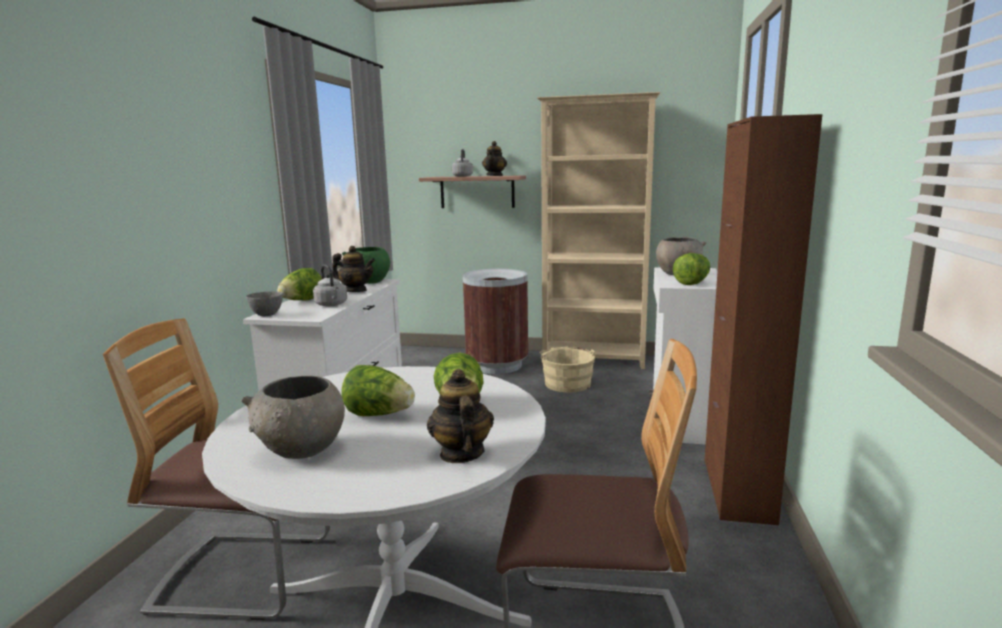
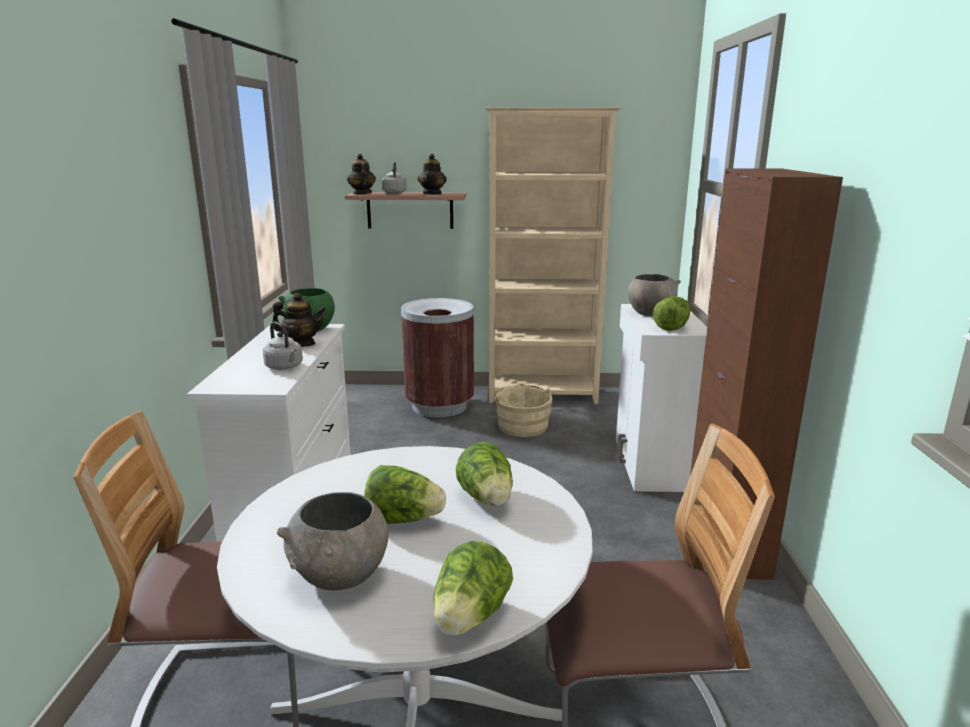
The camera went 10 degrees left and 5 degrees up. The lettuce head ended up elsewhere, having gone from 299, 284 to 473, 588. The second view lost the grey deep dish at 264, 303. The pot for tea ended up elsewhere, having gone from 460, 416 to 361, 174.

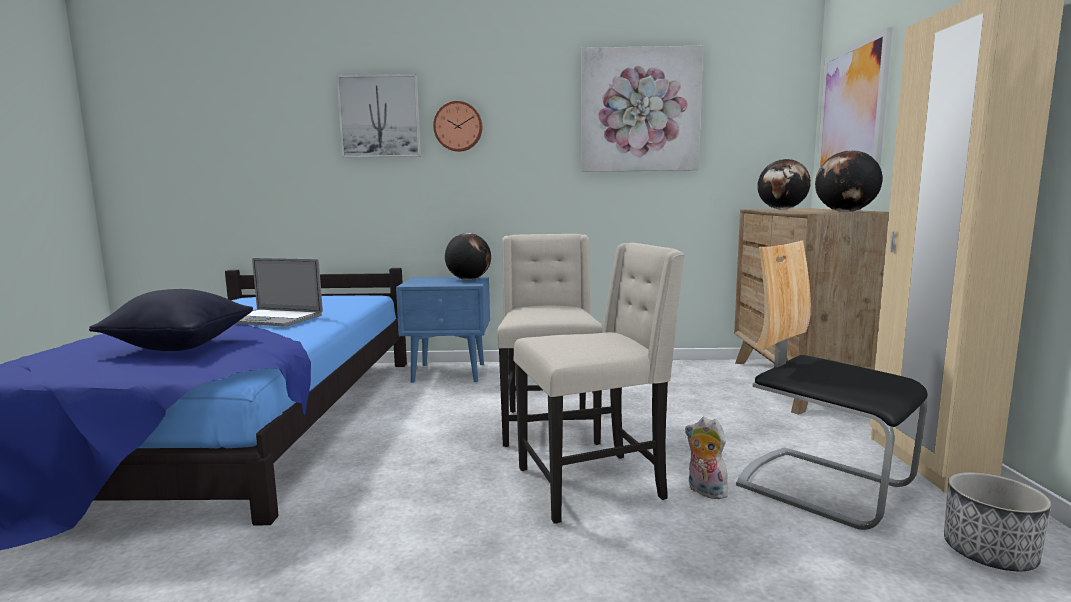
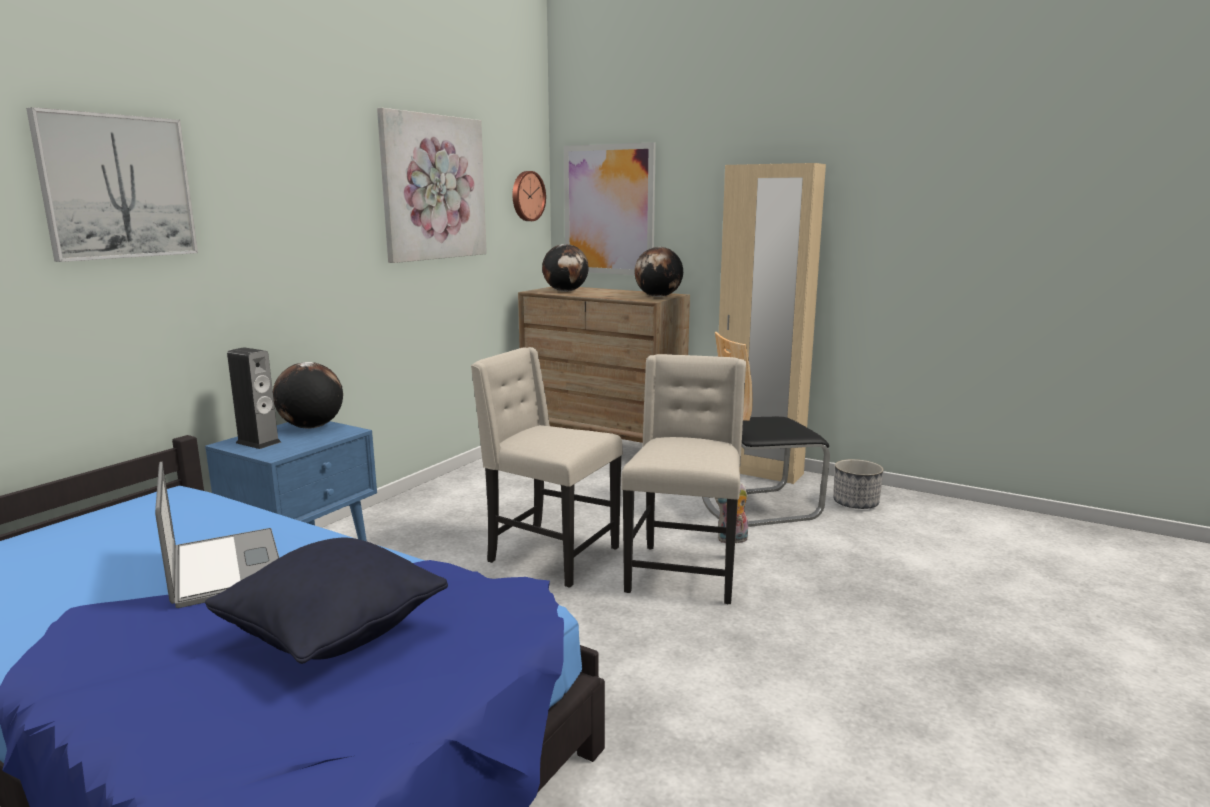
The camera went 60 degrees left and 5 degrees up. The wall clock ended up elsewhere, having gone from 457, 126 to 529, 196. The portable computer at 279, 292 ended up facing another way, 75 degrees counterclockwise from before. The second view gained the speaker at 254, 398.

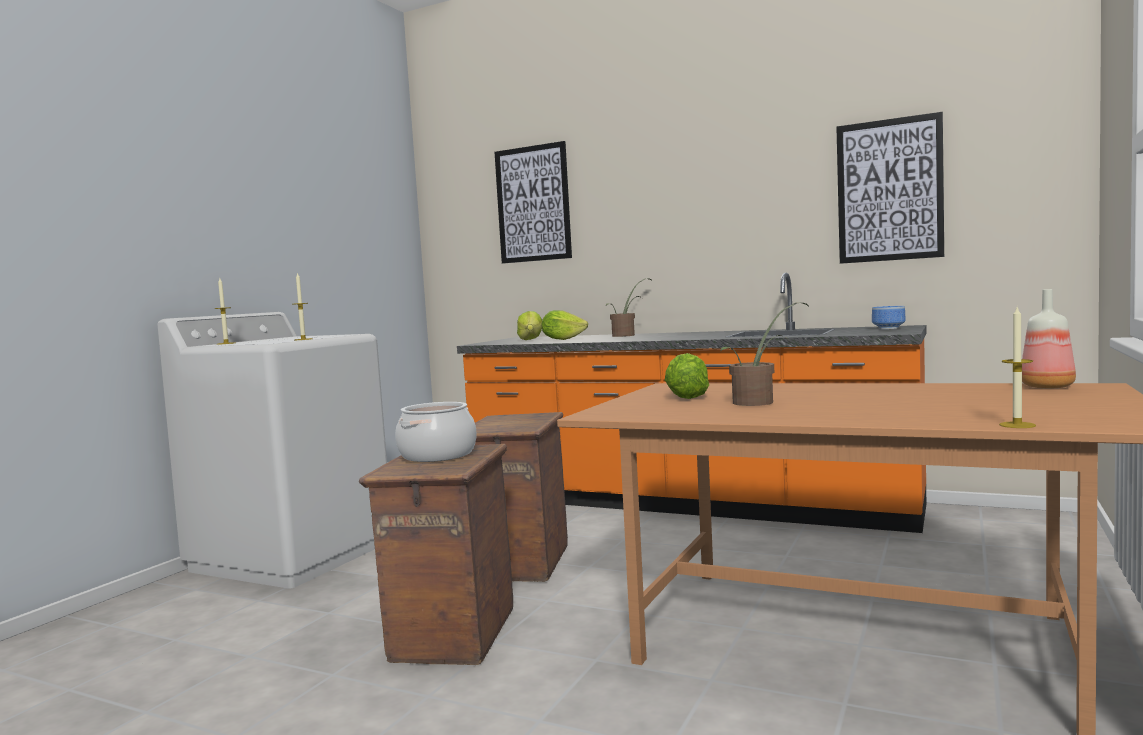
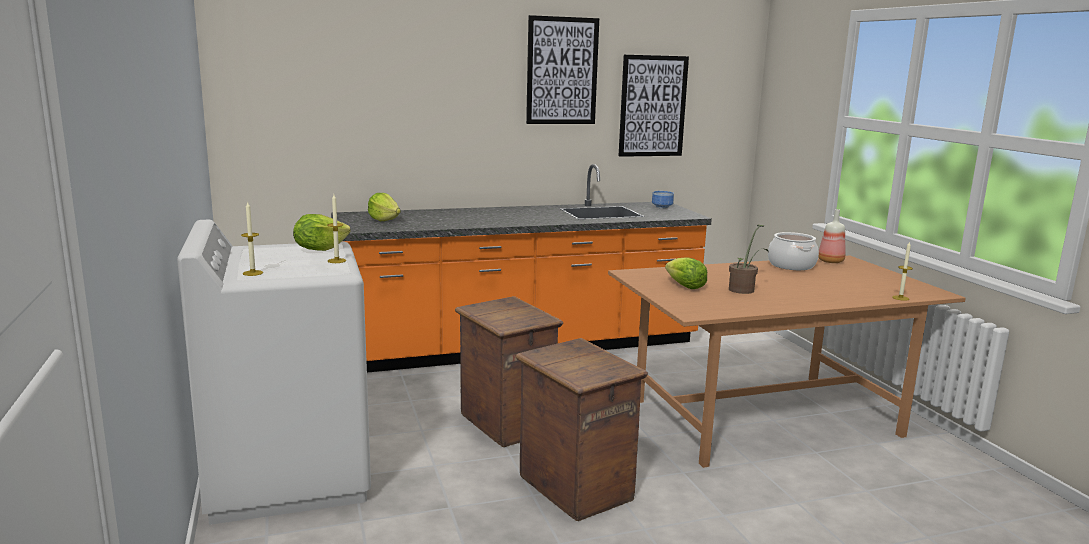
The camera went 45 degrees left and 10 degrees up. The picture ended up elsewhere, having gone from 533, 202 to 562, 69. The second view lost the plant in a pot at 629, 308. The lettuce head ended up elsewhere, having gone from 565, 325 to 322, 232. The saucepot ended up elsewhere, having gone from 436, 432 to 793, 251.

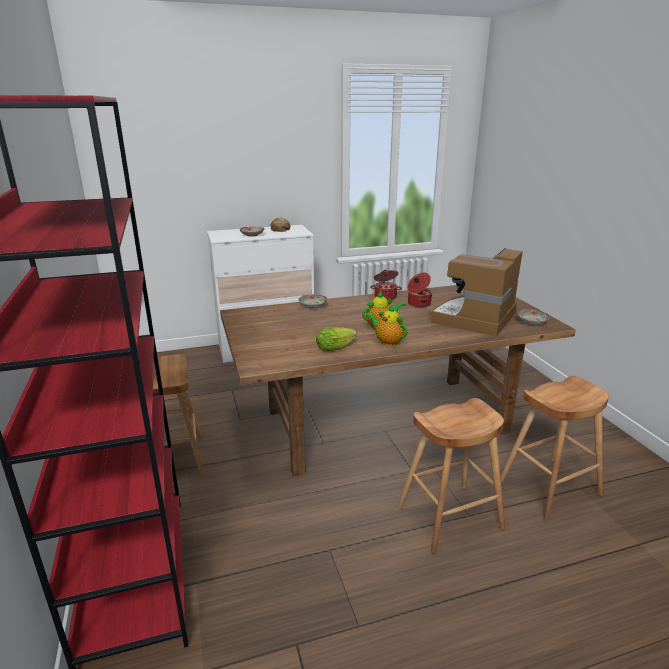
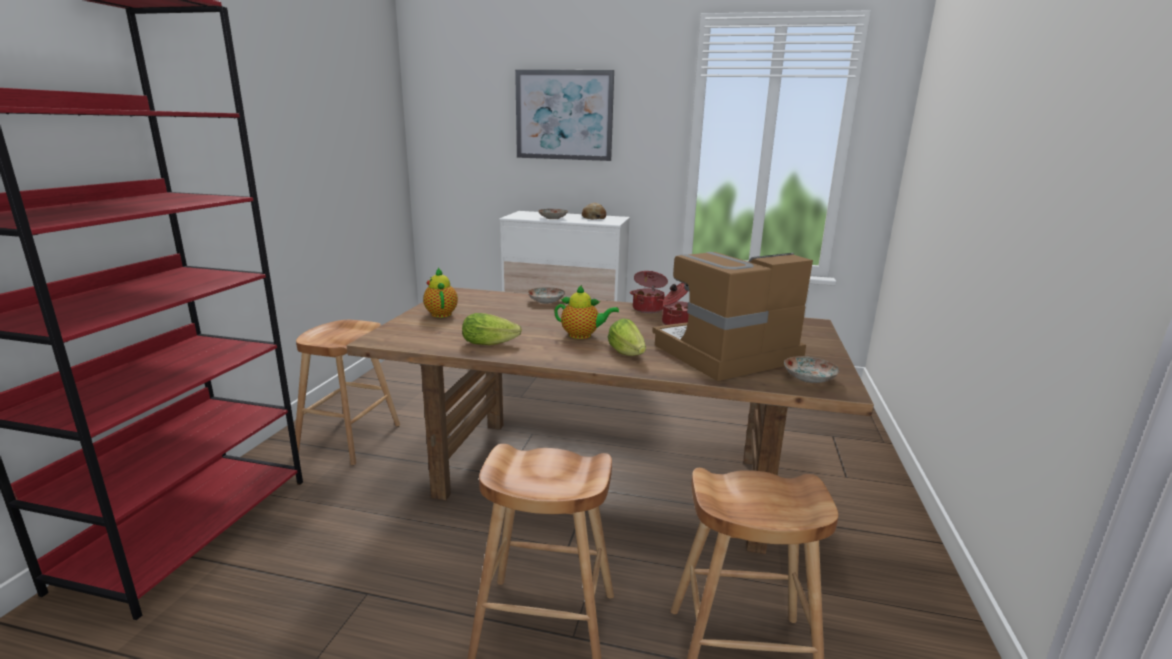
The camera went 30 degrees right and 5 degrees down. The pot for tea ended up elsewhere, having gone from 387, 325 to 440, 293. The second view gained the picture at 564, 115. The second view gained the lettuce head at 627, 337.

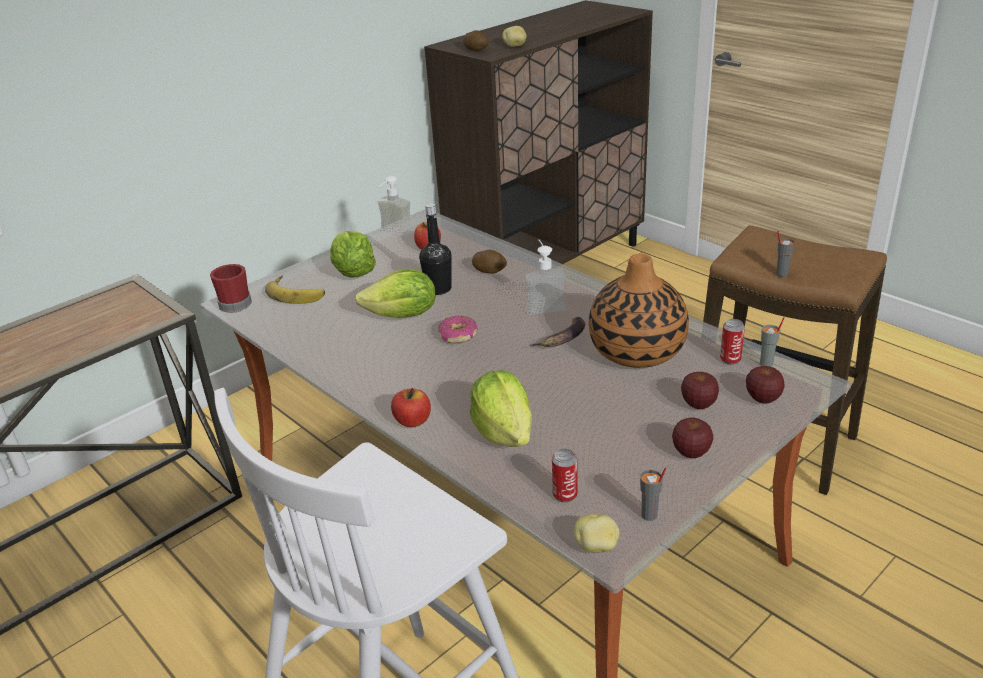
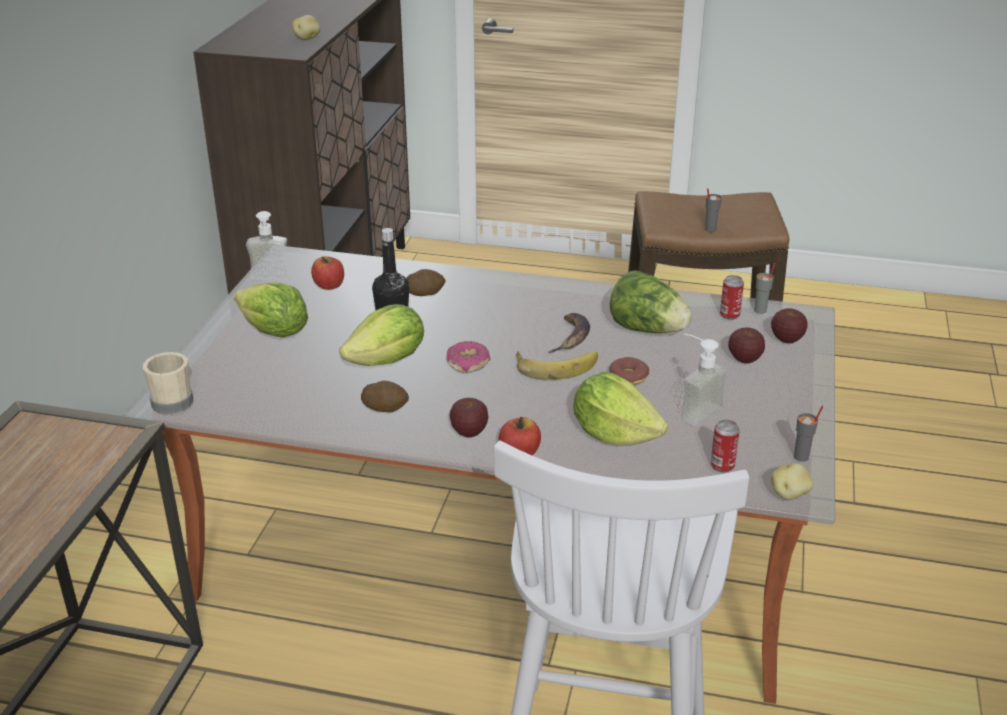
The camera went 35 degrees left and 0 degrees up. The potato ended up elsewhere, having gone from 476, 40 to 385, 396. The soap bottle ended up elsewhere, having gone from 545, 277 to 704, 380. Where the decorative vase stood at 639, 311, the lettuce head came to stand at 651, 301. What was the red-coloured coffee mug at 231, 288 turned into the beige coffee mug at 168, 383. The banana fruit ended up elsewhere, having gone from 295, 289 to 557, 365. The whole apple ended up elsewhere, having gone from 692, 438 to 469, 417. The second view gained the donut at 629, 371.

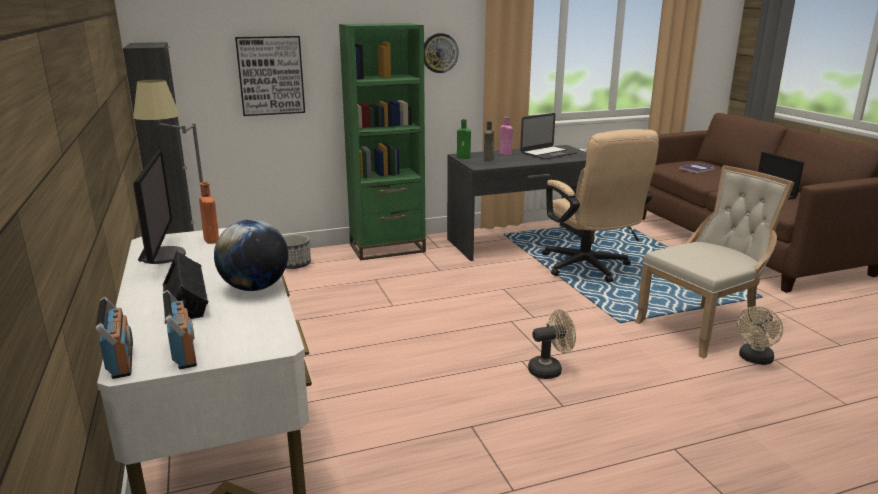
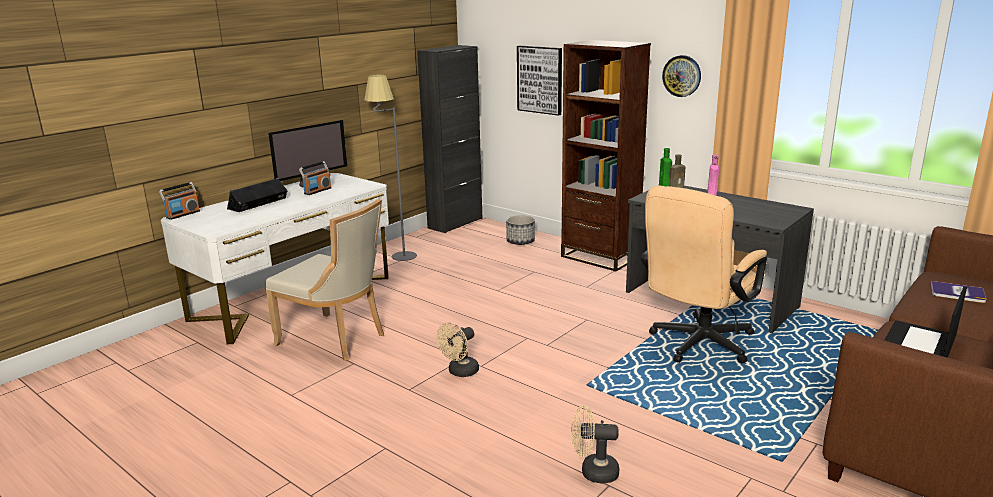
The camera went 60 degrees right and 0 degrees up. What was the green-coloured bookcase at 382, 141 turned into the brown-coloured bookcase at 606, 155. The second view lost the portable computer at 549, 136. The beige plain chair ended up elsewhere, having gone from 715, 262 to 325, 280. The second view lost the orangey bottle at 209, 213. The second view lost the globe at 251, 255. The radio receiver ended up elsewhere, having gone from 180, 329 to 315, 178. The beige electric fan at 552, 344 ended up facing another way, 90 degrees clockwise from before.

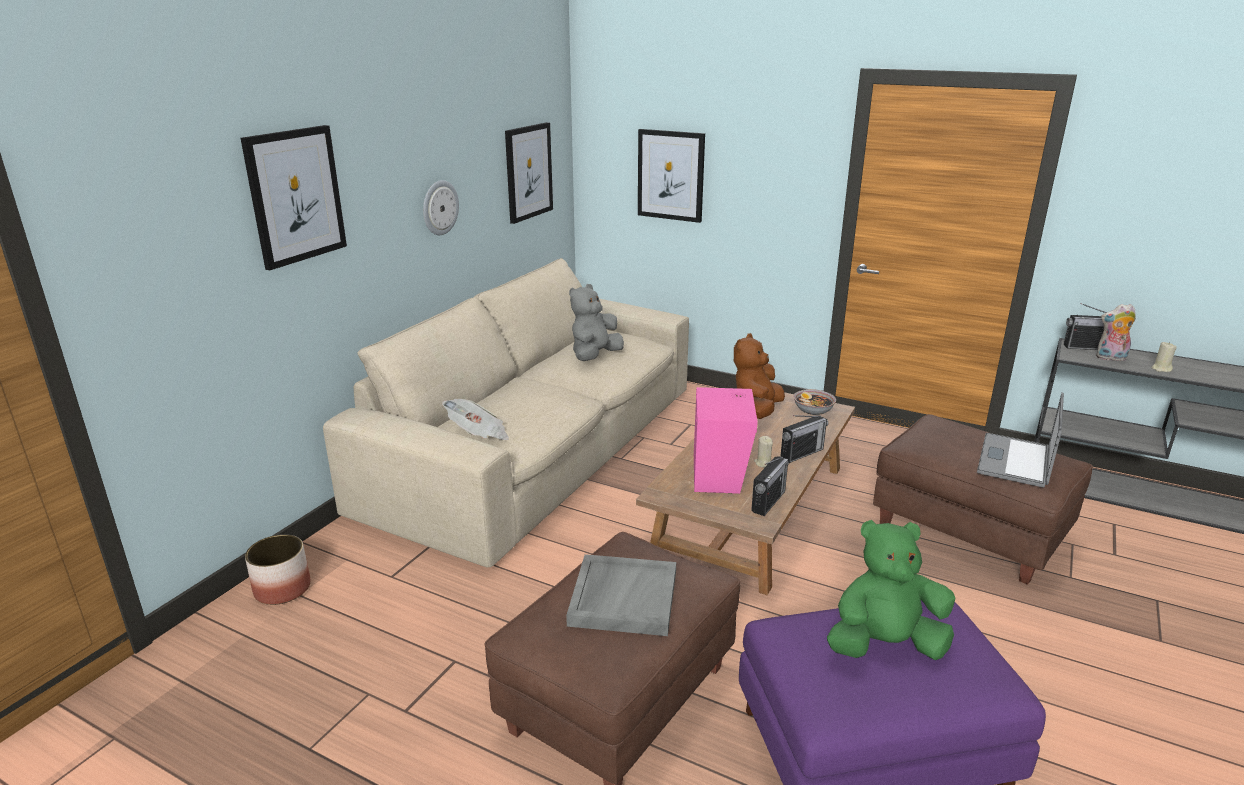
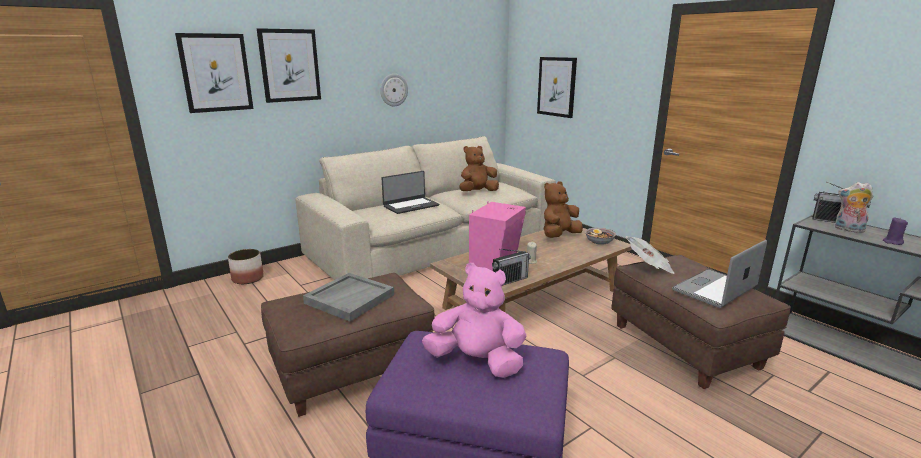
The camera went 25 degrees right and 5 degrees down. The picture ended up elsewhere, having gone from 529, 173 to 214, 73. What was the grey plush toy at 596, 322 turned into the brown-coloured plush toy at 479, 168. What was the beige candle at 1164, 357 turned into the purple candle at 895, 231. The daily paper ended up elsewhere, having gone from 475, 419 to 650, 255. The second view lost the radio receiver at 804, 439. What was the green-coloured plush toy at 891, 590 turned into the pink plush toy at 474, 320. The second view gained the portable computer at 410, 192.

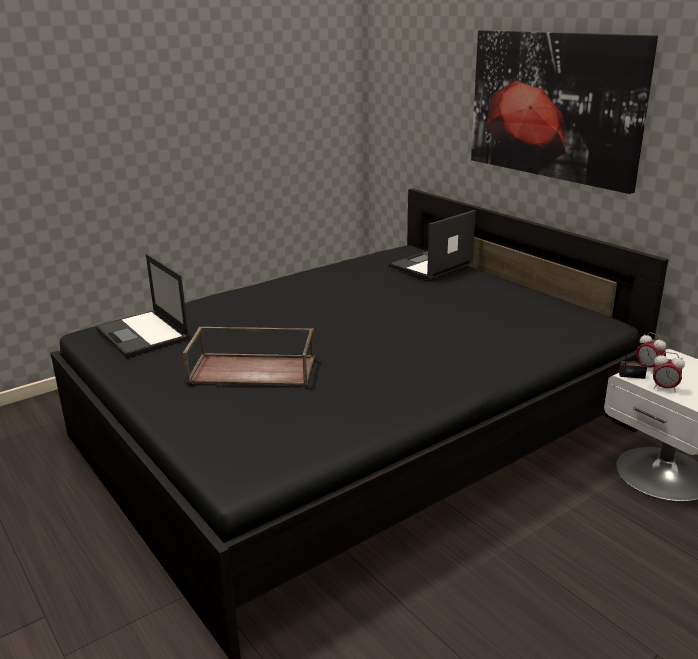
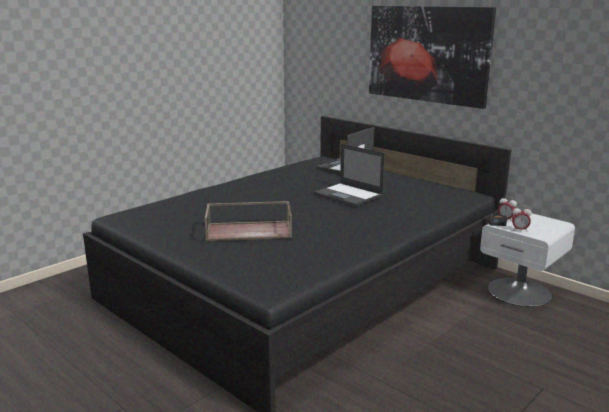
The camera went 10 degrees left and 5 degrees down. The portable computer ended up elsewhere, having gone from 143, 305 to 349, 175.

